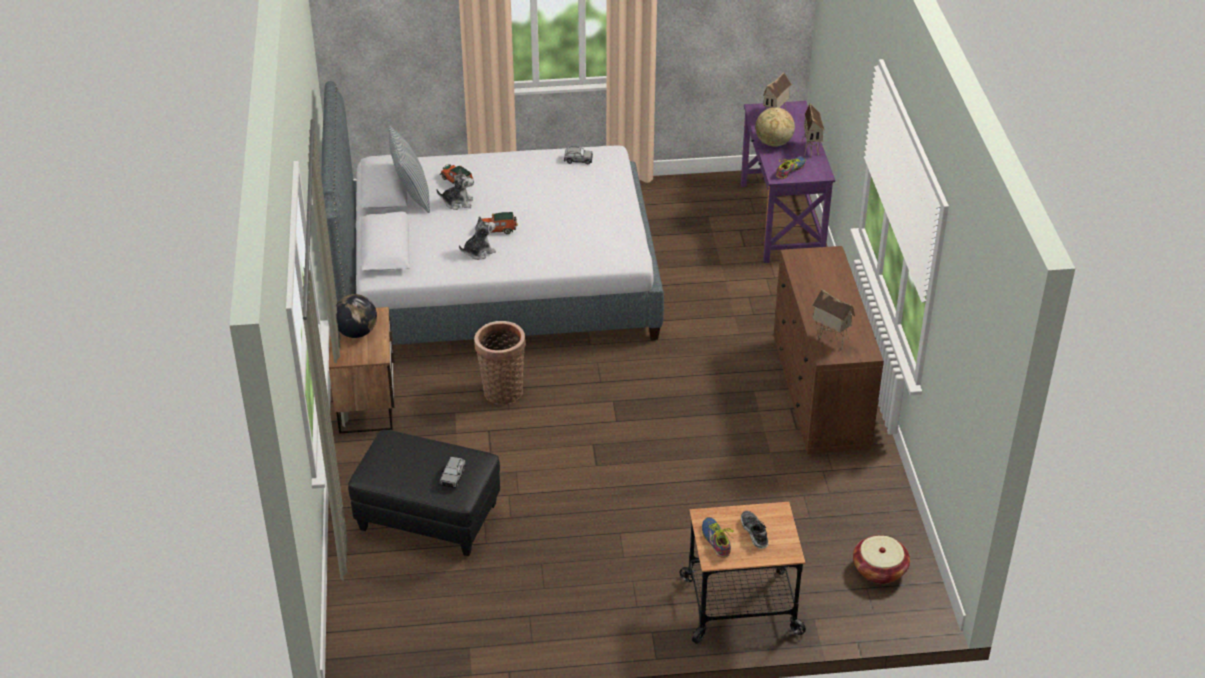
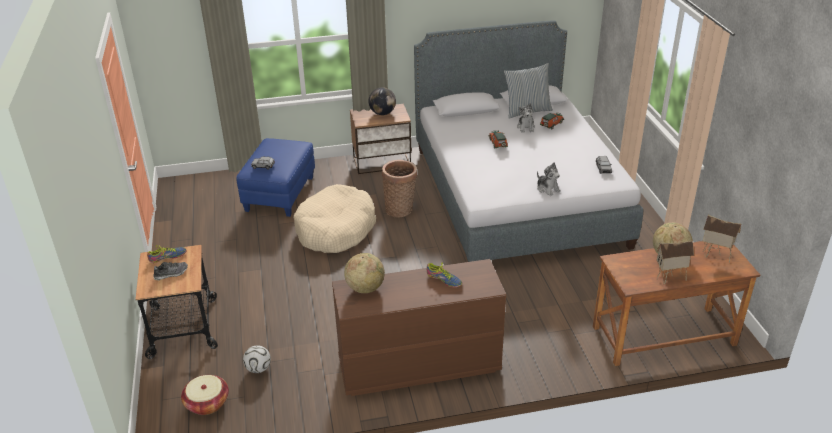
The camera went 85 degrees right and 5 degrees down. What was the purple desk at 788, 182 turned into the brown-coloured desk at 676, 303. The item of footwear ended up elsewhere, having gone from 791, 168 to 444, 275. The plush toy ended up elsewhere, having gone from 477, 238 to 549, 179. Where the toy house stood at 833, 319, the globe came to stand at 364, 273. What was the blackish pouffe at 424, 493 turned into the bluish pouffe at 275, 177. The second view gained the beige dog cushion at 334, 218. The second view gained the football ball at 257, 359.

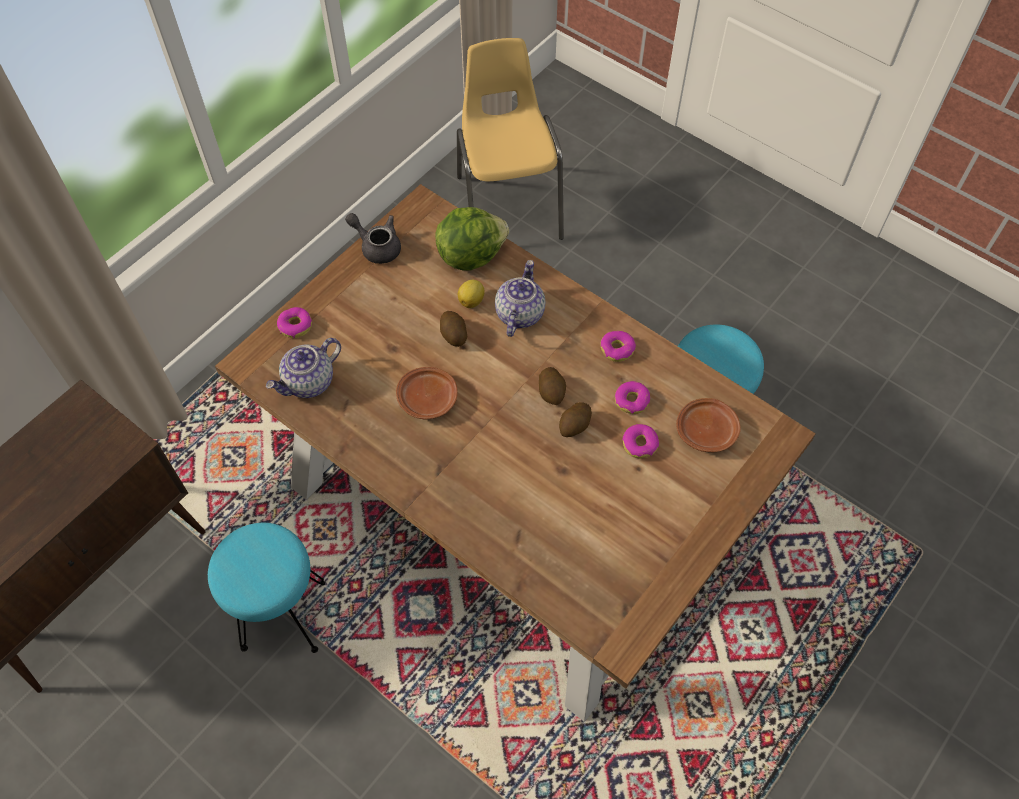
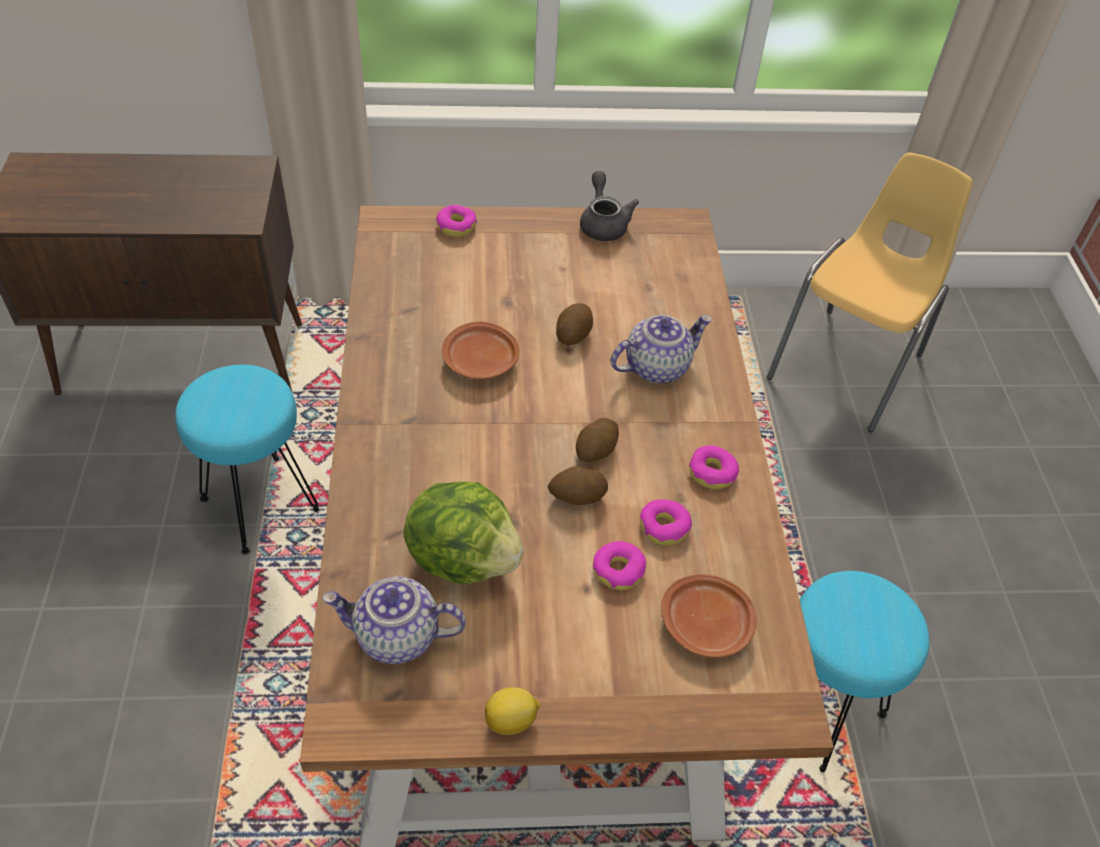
The camera went 45 degrees right and 10 degrees down. The lettuce head ended up elsewhere, having gone from 472, 239 to 464, 532. The lemon ended up elsewhere, having gone from 471, 294 to 512, 711. The pot for tea ended up elsewhere, having gone from 303, 368 to 394, 620.

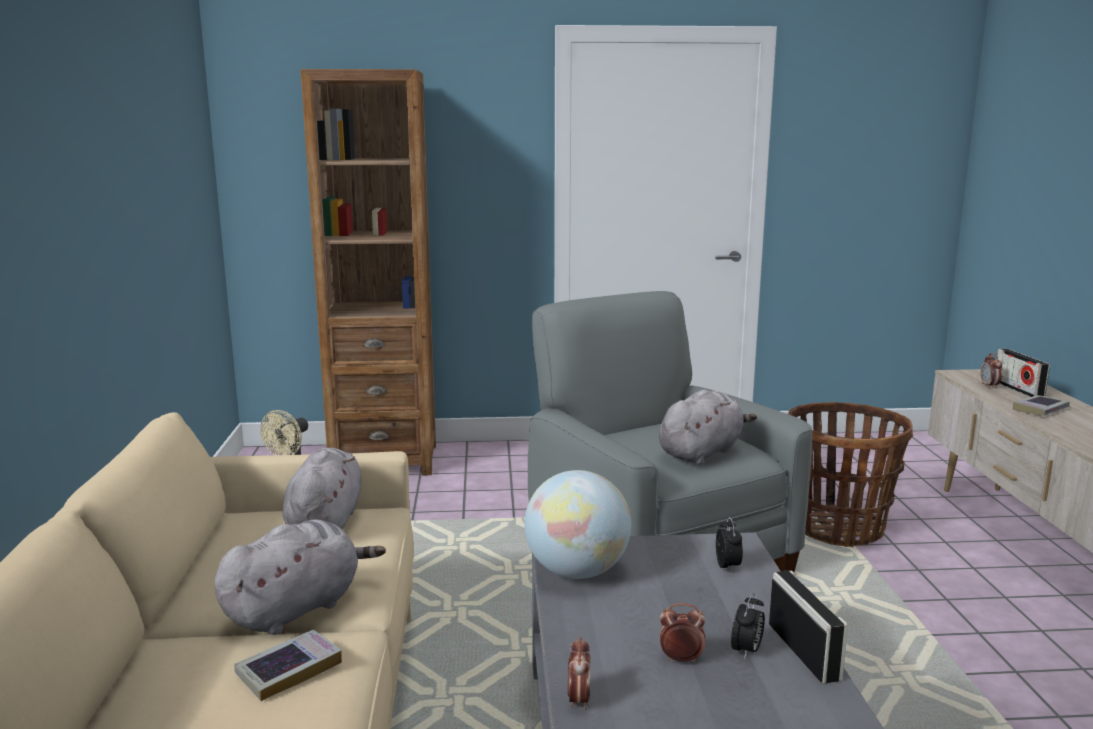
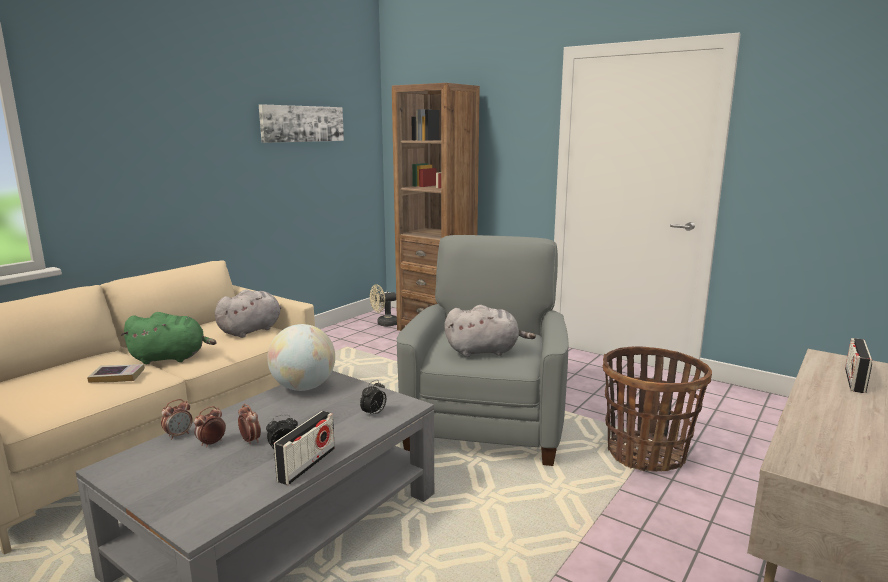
The camera went 40 degrees right and 0 degrees up. The alarm clock ended up elsewhere, having gone from 991, 371 to 210, 426. The second view lost the volume at 1041, 405. What was the grey plush toy at 300, 577 turned into the green-coloured plush toy at 168, 338. The second view gained the picture at 301, 123.

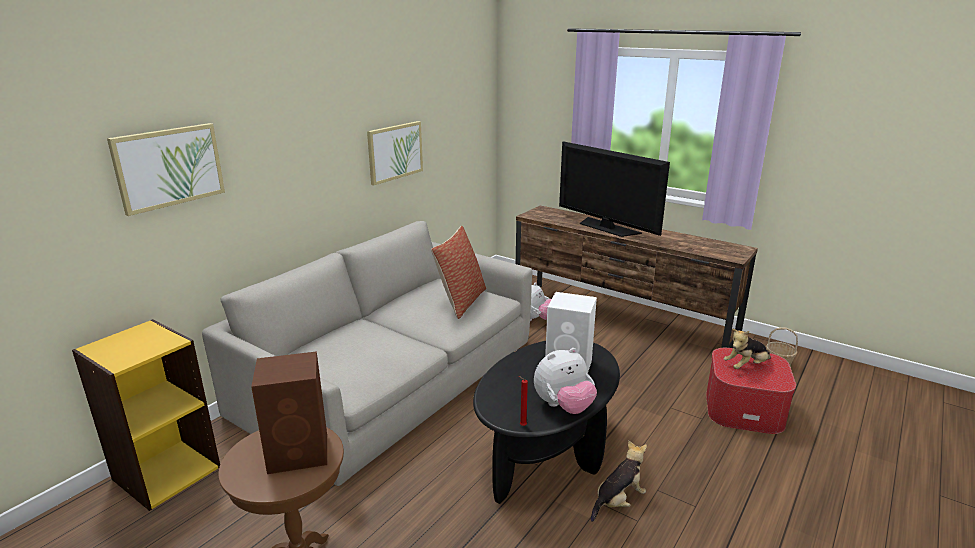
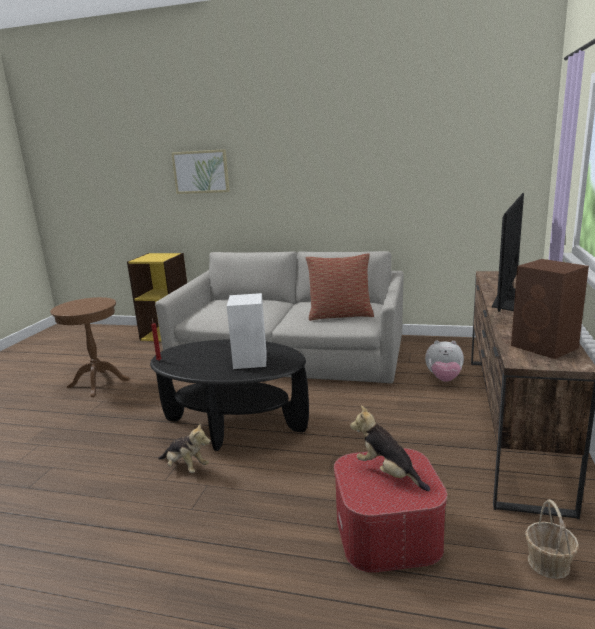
The camera went 70 degrees right and 5 degrees down. The second view lost the picture at 395, 153. The second view lost the plush toy at 565, 381. The brown-coloured speaker ended up elsewhere, having gone from 289, 412 to 550, 309.

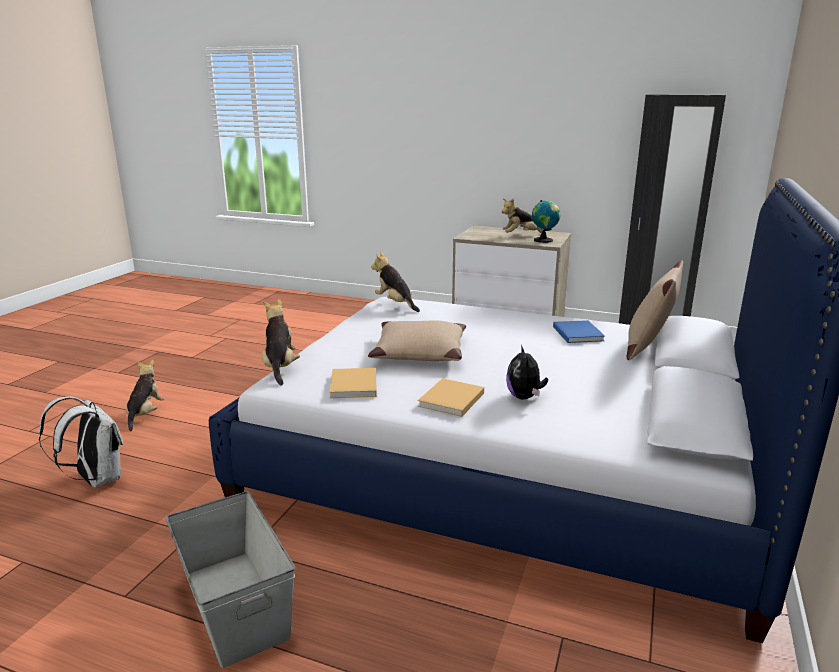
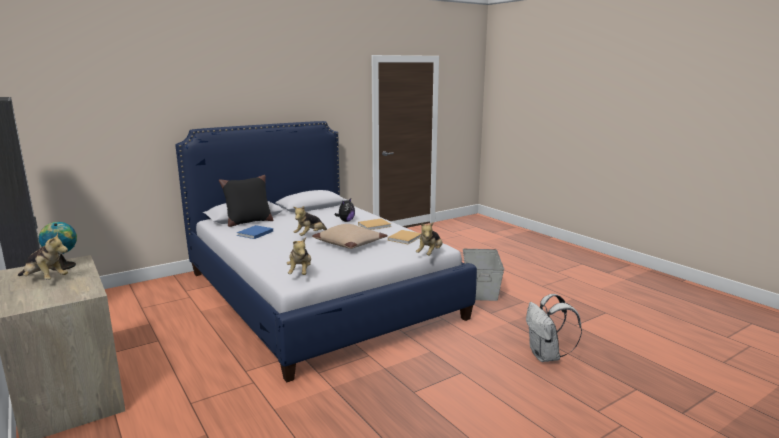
The camera went 145 degrees left and 5 degrees down. What was the beige pillow at 655, 310 turned into the blackish pillow at 246, 201. The plush toy ended up elsewhere, having gone from 145, 395 to 310, 221.

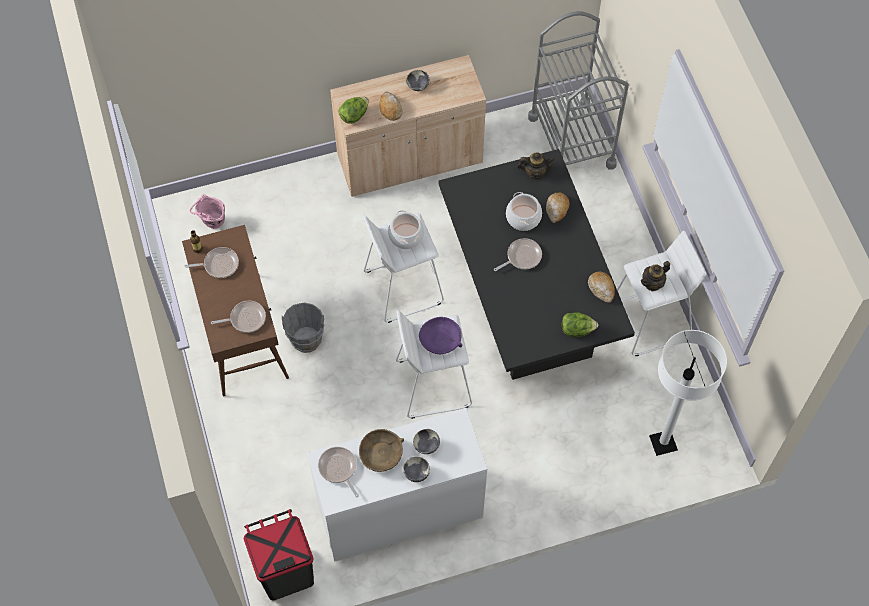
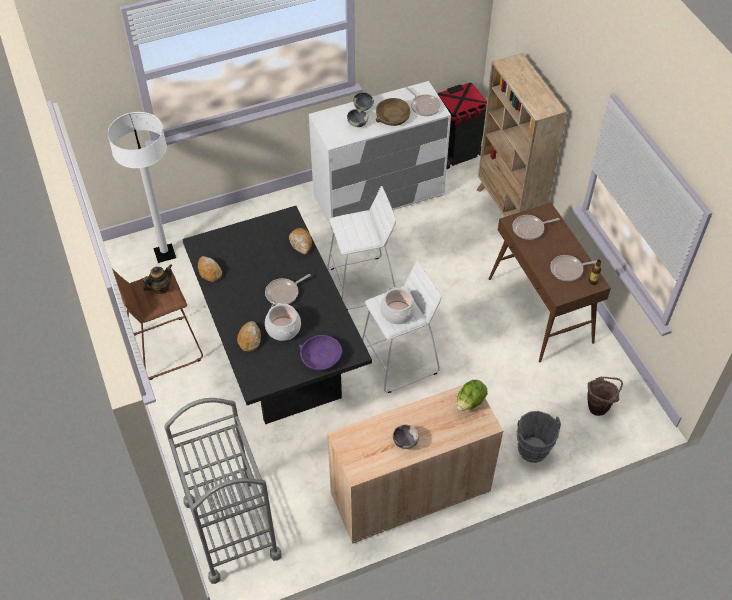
The camera went 175 degrees right and 10 degrees down. The bakery bread ended up elsewhere, having gone from 391, 106 to 300, 241. The second view lost the pot for tea at 536, 165. What was the pink pail at 207, 211 turned into the brown-coloured pail at 605, 396. What was the white stool at 662, 293 turned into the brown-coloured stool at 157, 324. The grey pail ended up elsewhere, having gone from 303, 328 to 539, 437. The second view lost the lettuce head at 580, 324. The purple deep dish ended up elsewhere, having gone from 440, 335 to 320, 353. The second view gained the beige bookcase at 522, 135.

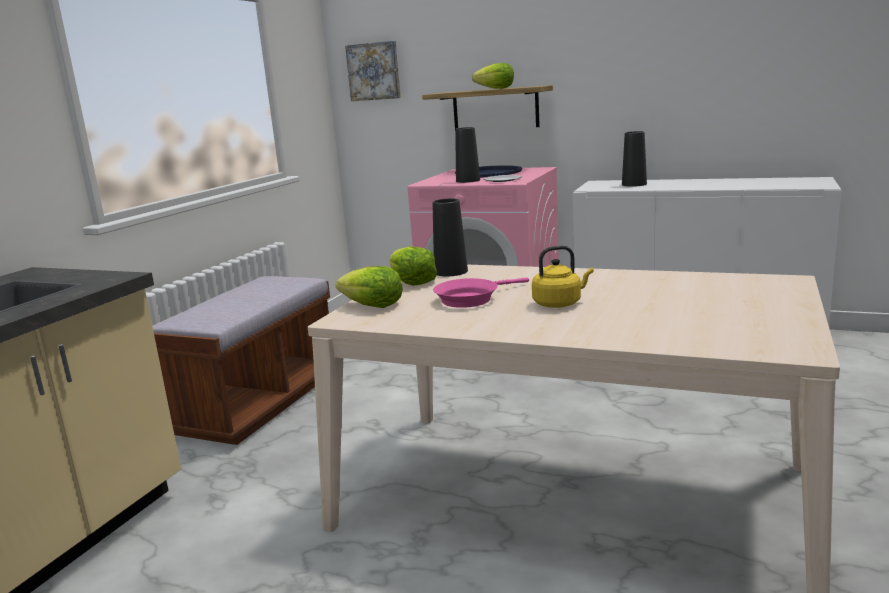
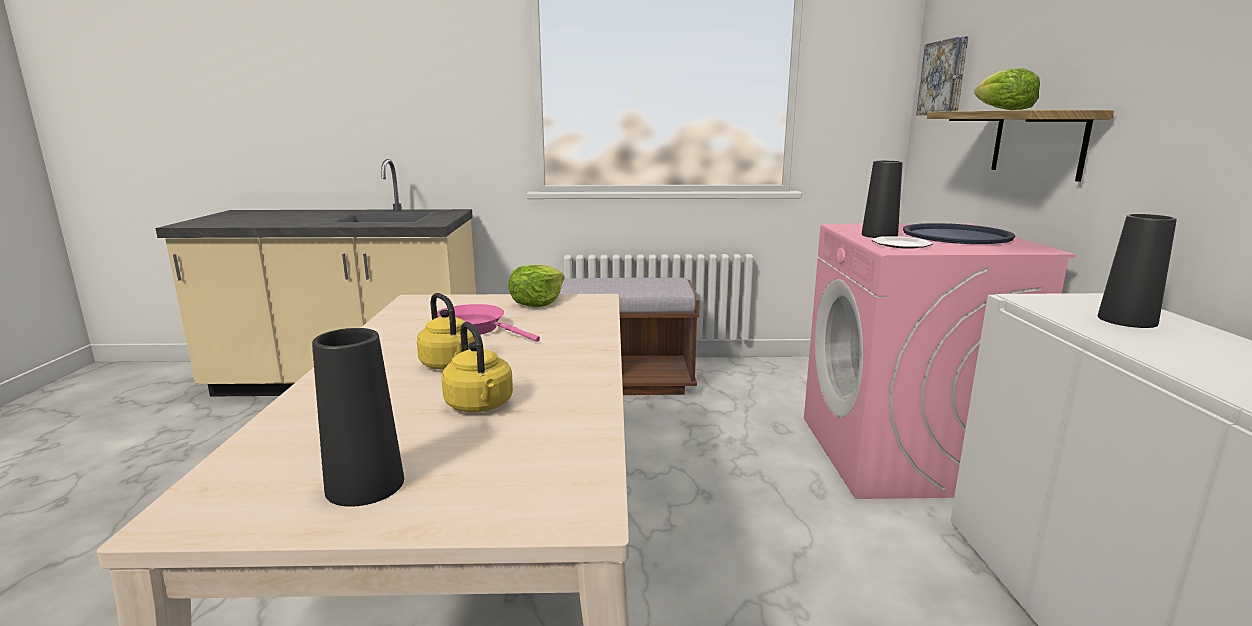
The camera went 65 degrees right and 0 degrees up. The blackish decorative vase ended up elsewhere, having gone from 450, 237 to 358, 417. The second view lost the lettuce head at 369, 287. The second view gained the yellow water kettle at 477, 367.

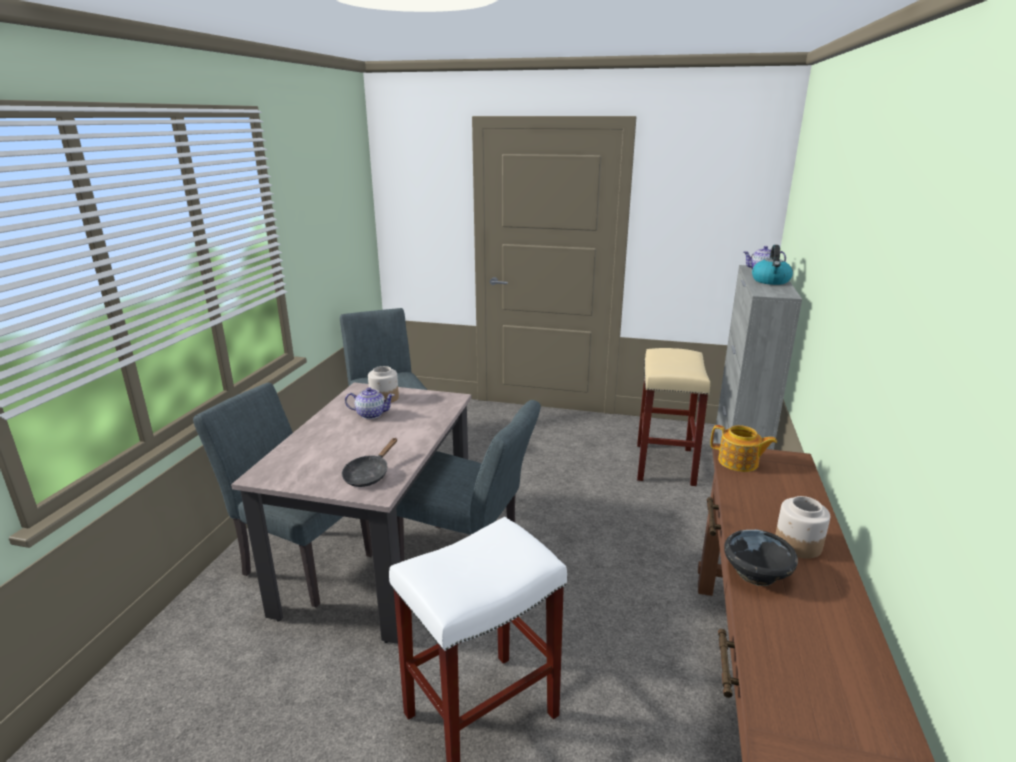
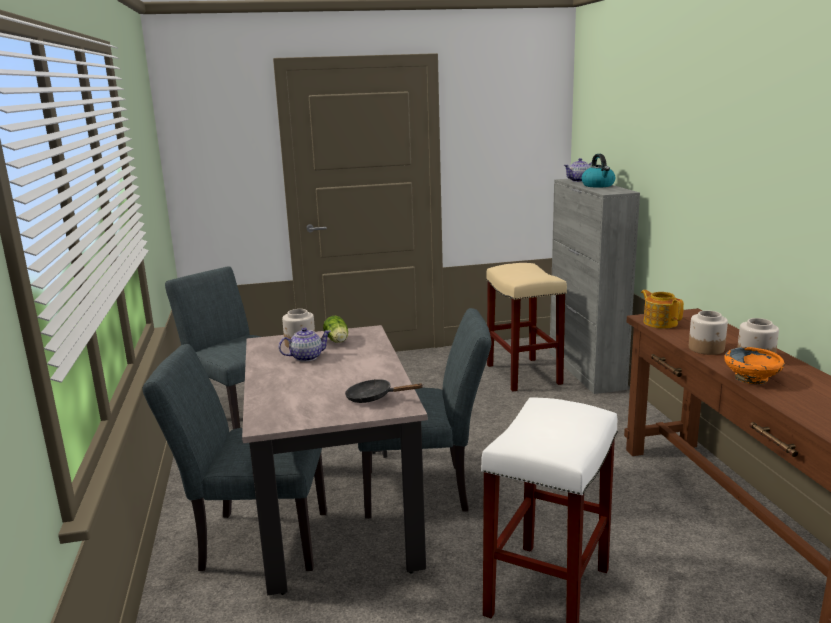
The camera went 25 degrees left and 5 degrees down. The pot for tea at 743, 448 ended up facing another way, 120 degrees counterclockwise from before. The blackish pan at 369, 462 ended up facing another way, 105 degrees clockwise from before. What was the blackish deep dish at 761, 558 turned into the orangey deep dish at 755, 366. The second view gained the preserve jar at 708, 333. The second view gained the lettuce head at 335, 329.

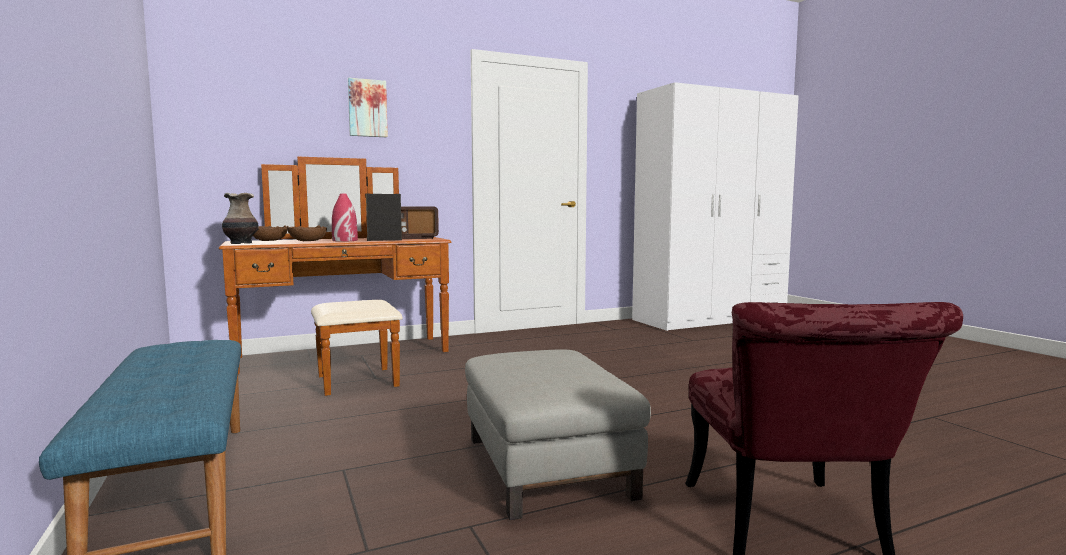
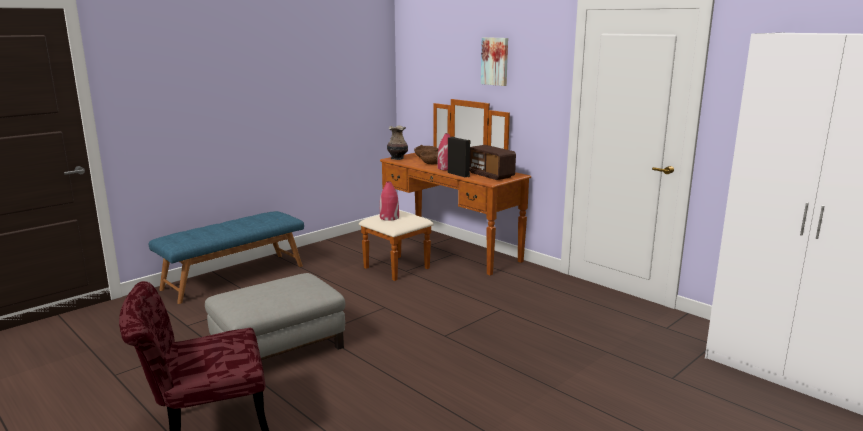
The camera went 70 degrees right and 10 degrees up. The second view gained the red-coloured decorative vase at 389, 201.

